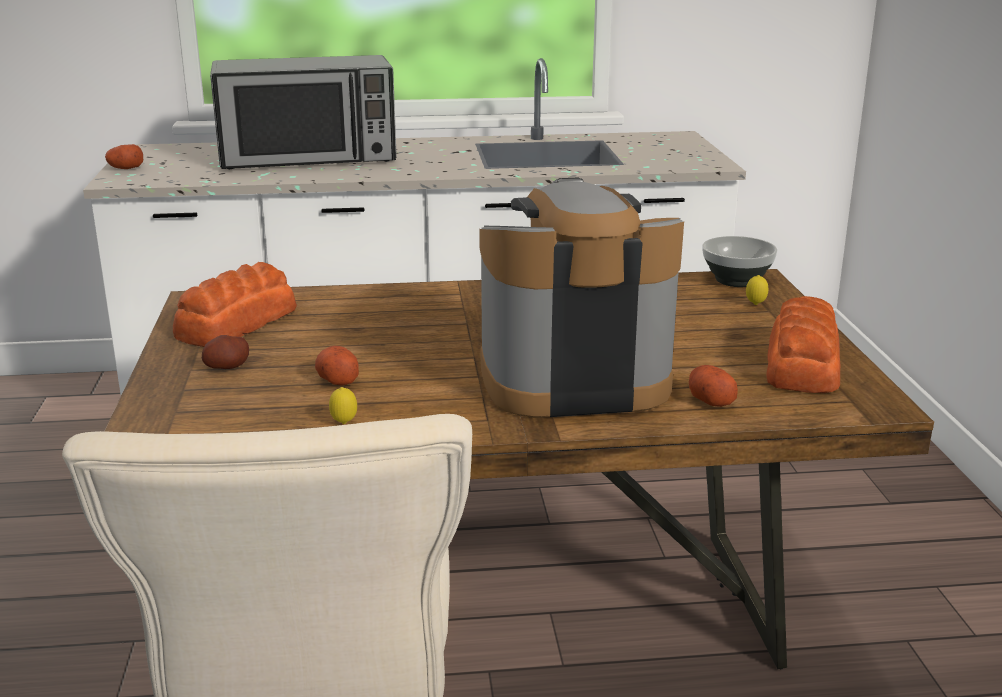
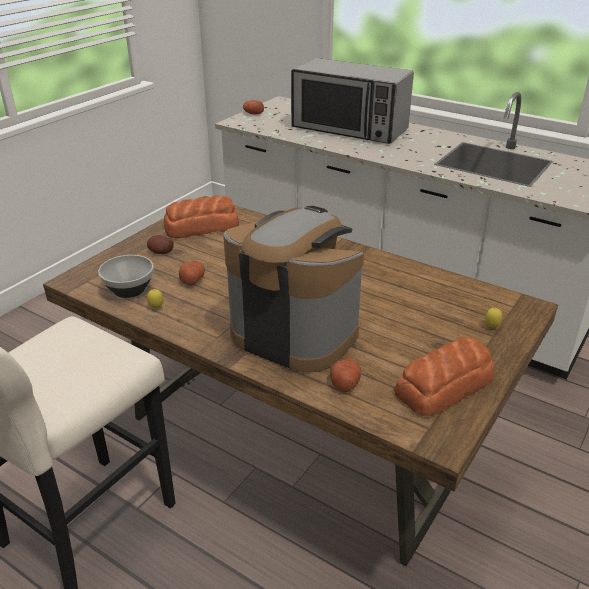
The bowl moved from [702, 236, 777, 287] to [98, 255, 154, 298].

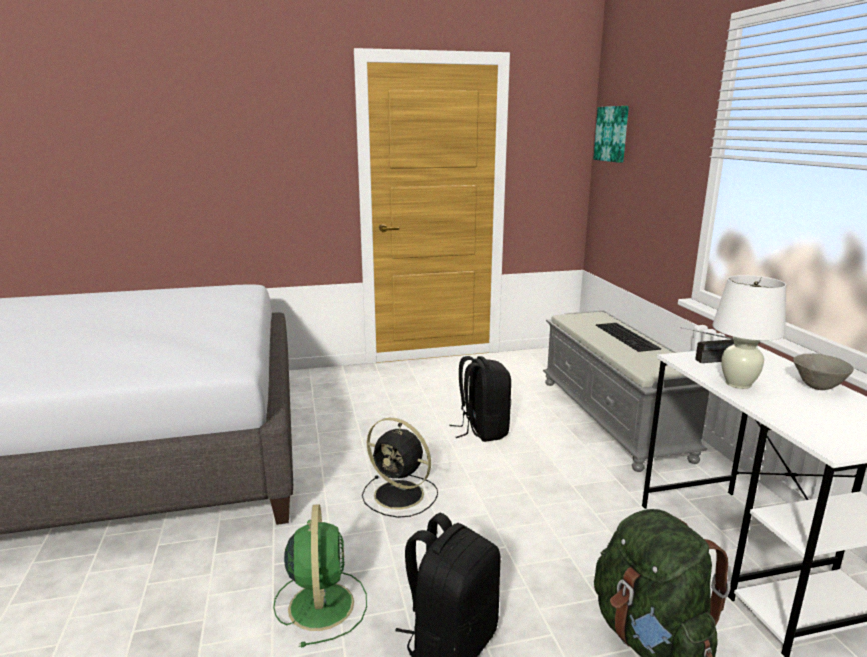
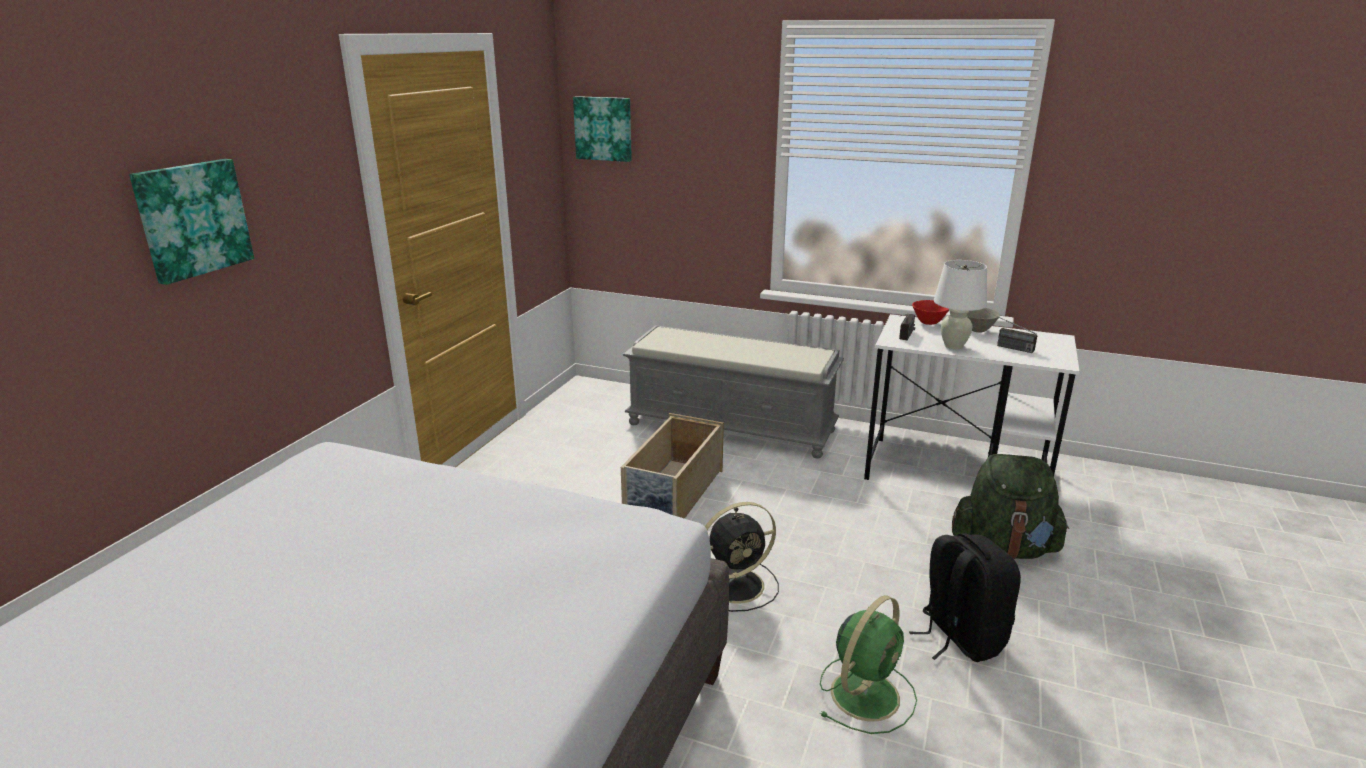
The keyboard at [596, 323, 661, 352] disappeared.
The backpack (black) at [450, 356, 511, 442] was replaced by the storage box (beige) at [621, 413, 724, 519].
The fan (green) at [273, 504, 367, 648] turned 105 degrees clockwise.
The picture at [129, 159, 254, 285] appeared.
The bowl (red) at [912, 300, 949, 325] appeared.
The radio at [985, 311, 1037, 353] appeared.

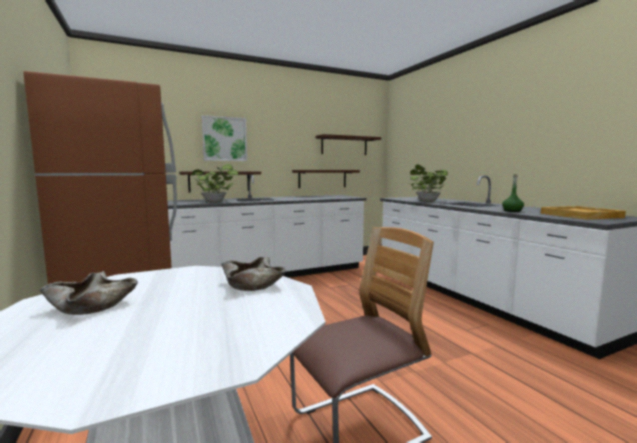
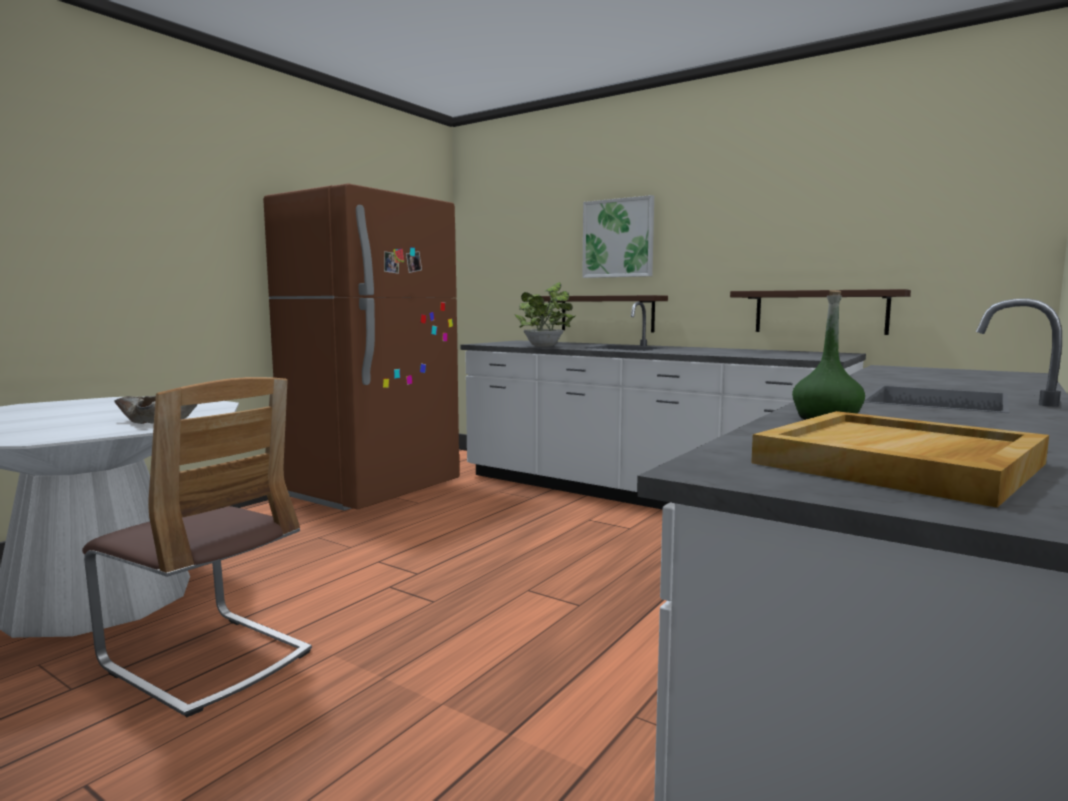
The shelf at [315, 134, 381, 155] disappeared.
The potted plant at [409, 164, 448, 202] disappeared.
The bowl (beige) at [40, 271, 138, 315] disappeared.

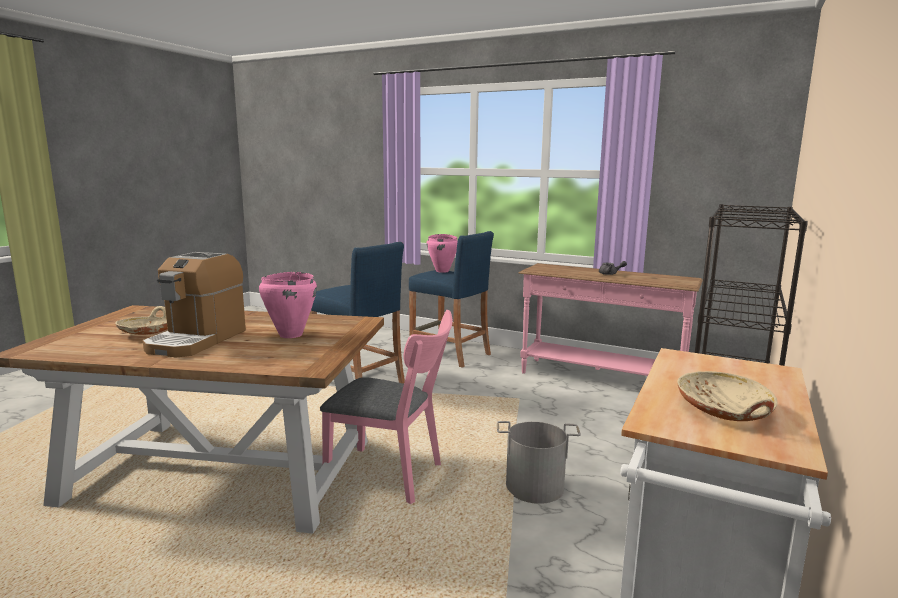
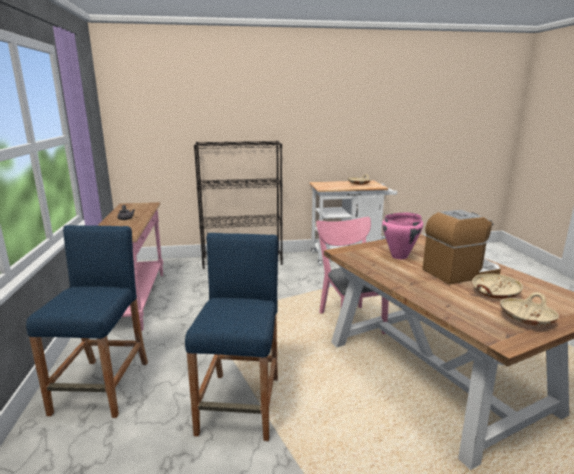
The cooking pot (pink) at [426, 234, 458, 273] disappeared.
The bucket (grey) at [497, 421, 581, 504] disappeared.
The bowl (beige) at [500, 292, 559, 326] appeared.

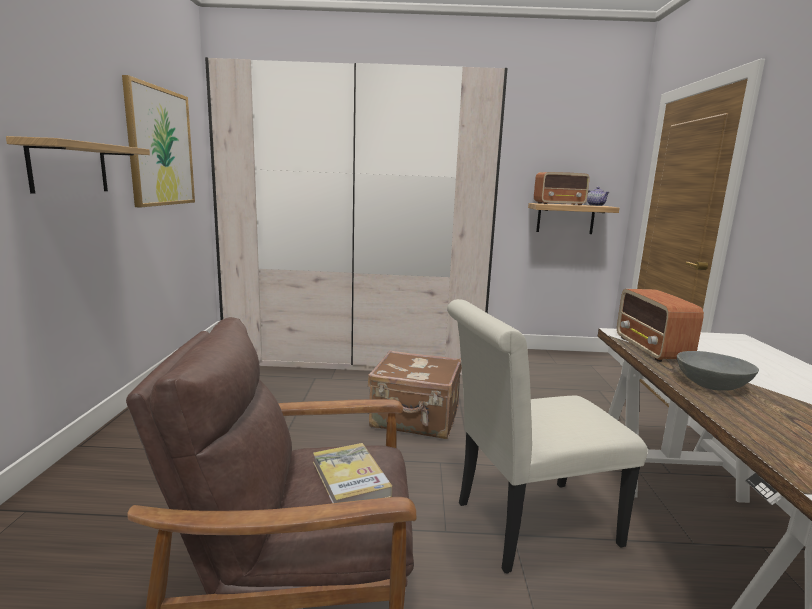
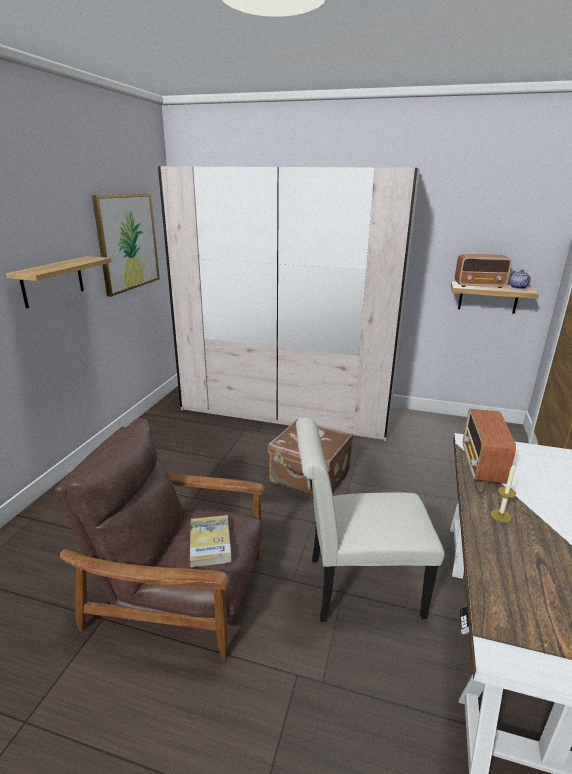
The bowl (grey) at [677, 351, 759, 391] was replaced by the candle at [491, 464, 516, 522].

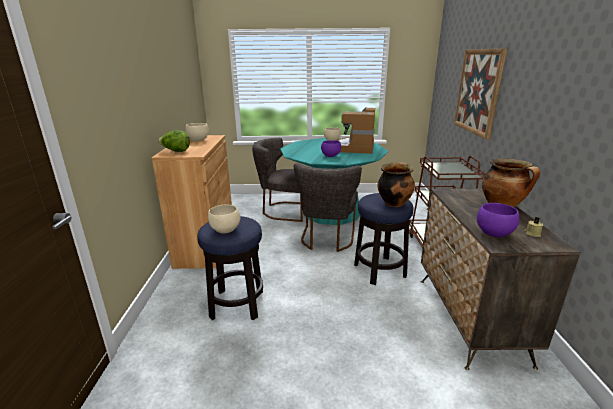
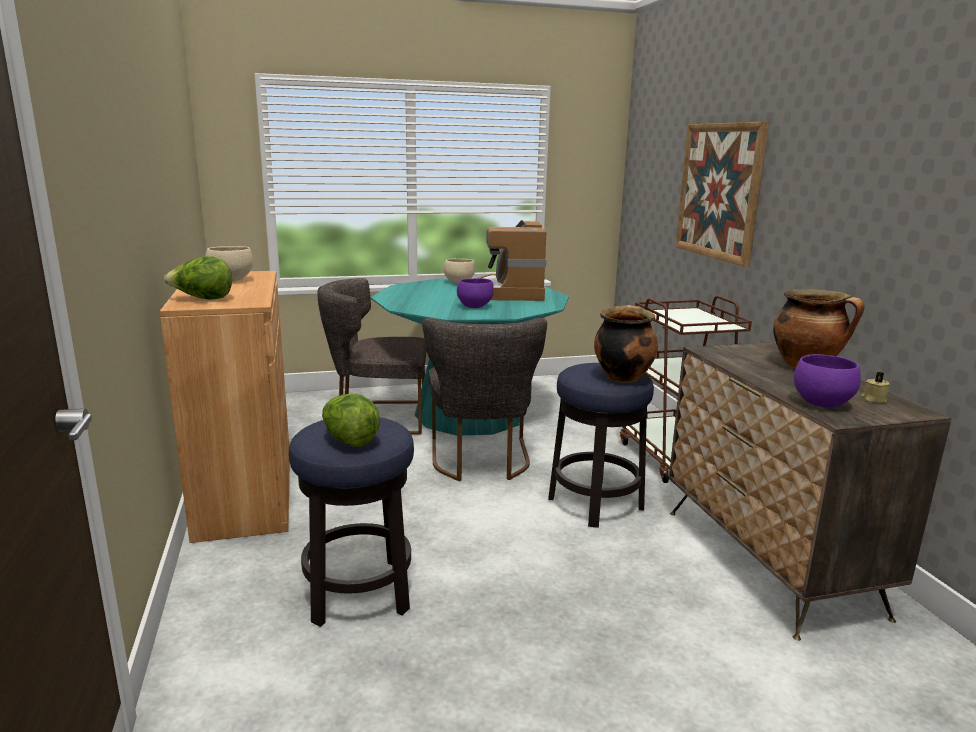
The bowl (beige) at [208, 205, 240, 234] was replaced by the lettuce at [322, 394, 380, 447].

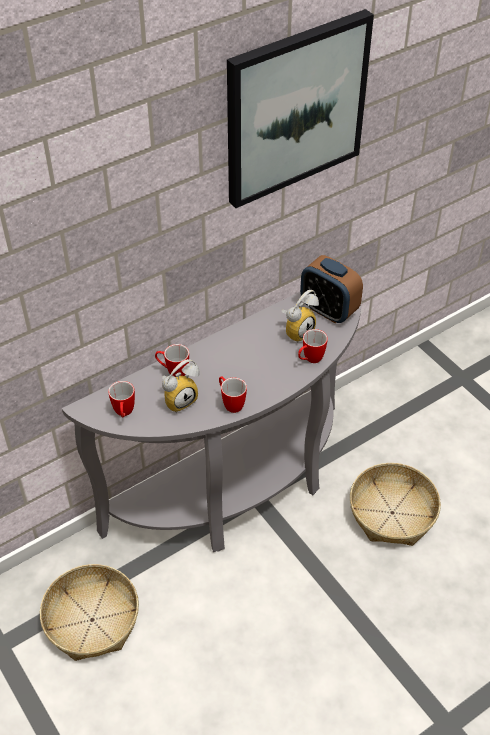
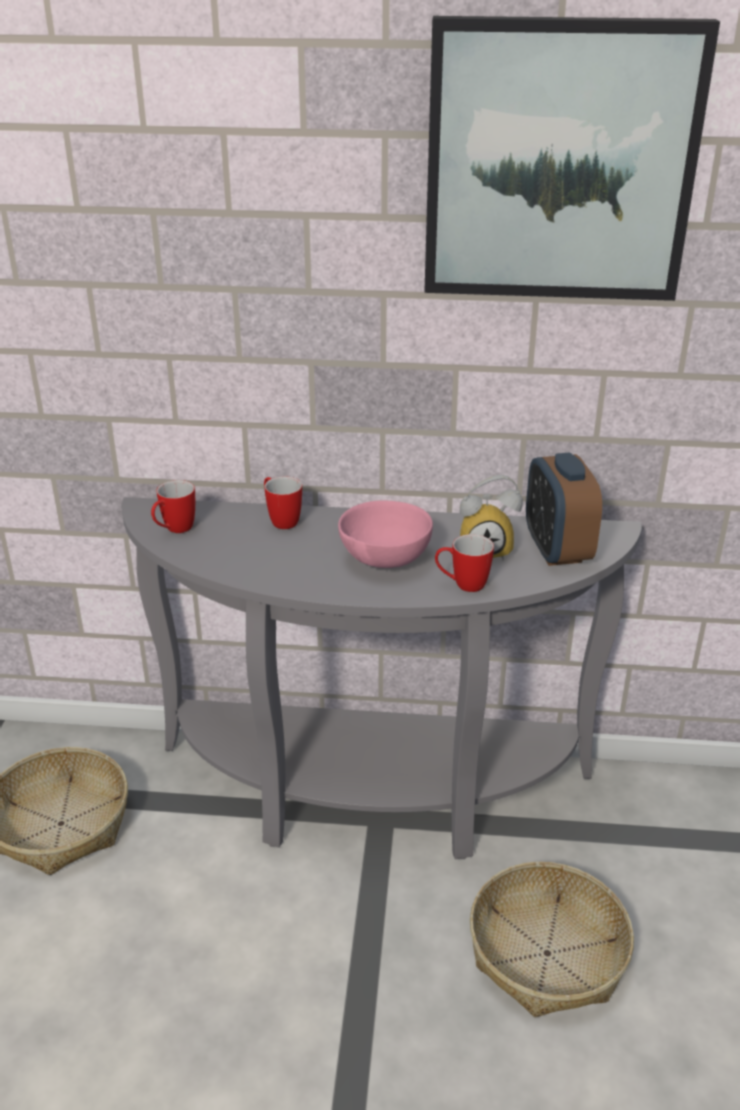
The alarm clock at [162, 359, 200, 413] disappeared.
The mug at [219, 376, 247, 413] disappeared.
The bowl (pink) at [338, 500, 433, 568] appeared.

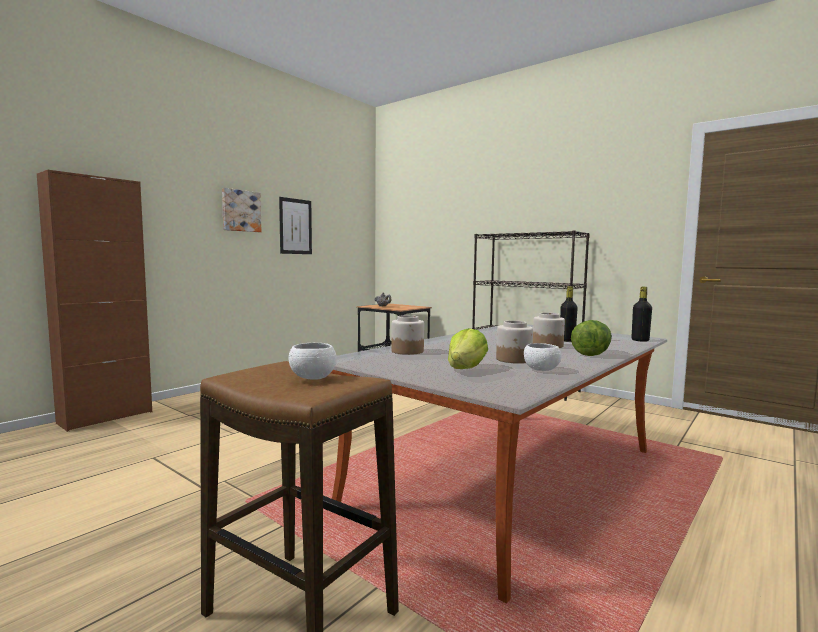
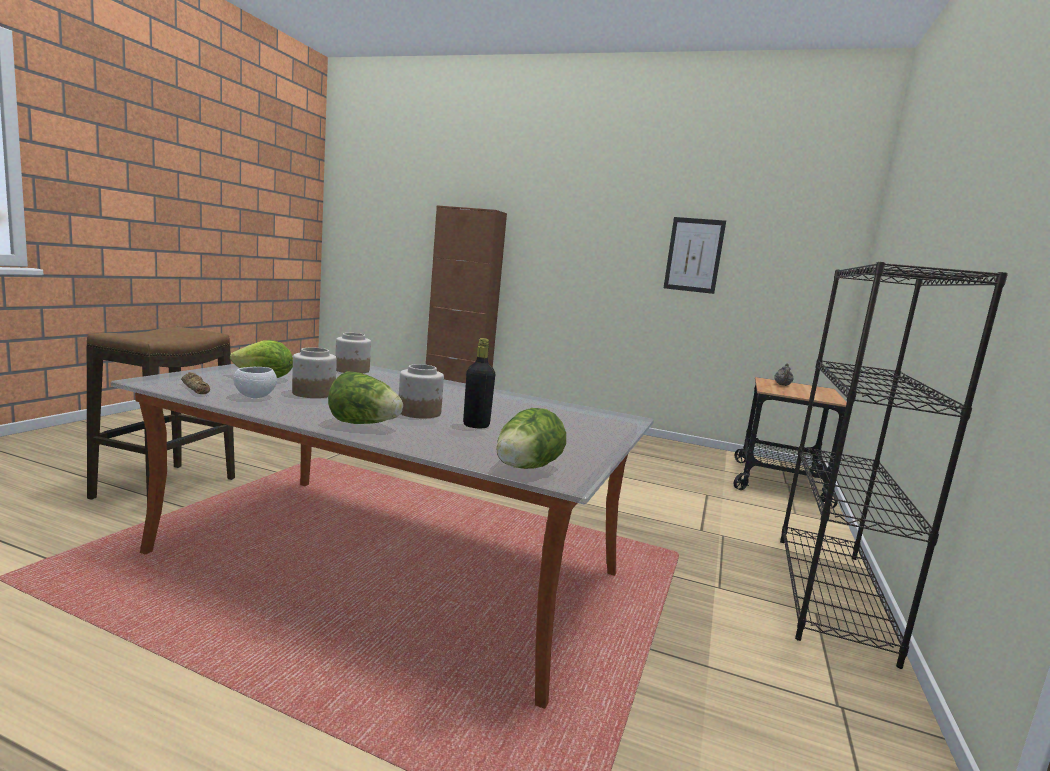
The picture at [222, 188, 261, 232] disappeared.
The bottle (black) at [632, 287, 652, 342] was replaced by the lettuce at [496, 408, 566, 469].
The bowl (white) at [289, 343, 337, 380] disappeared.
The bread at [181, 372, 210, 394] appeared.

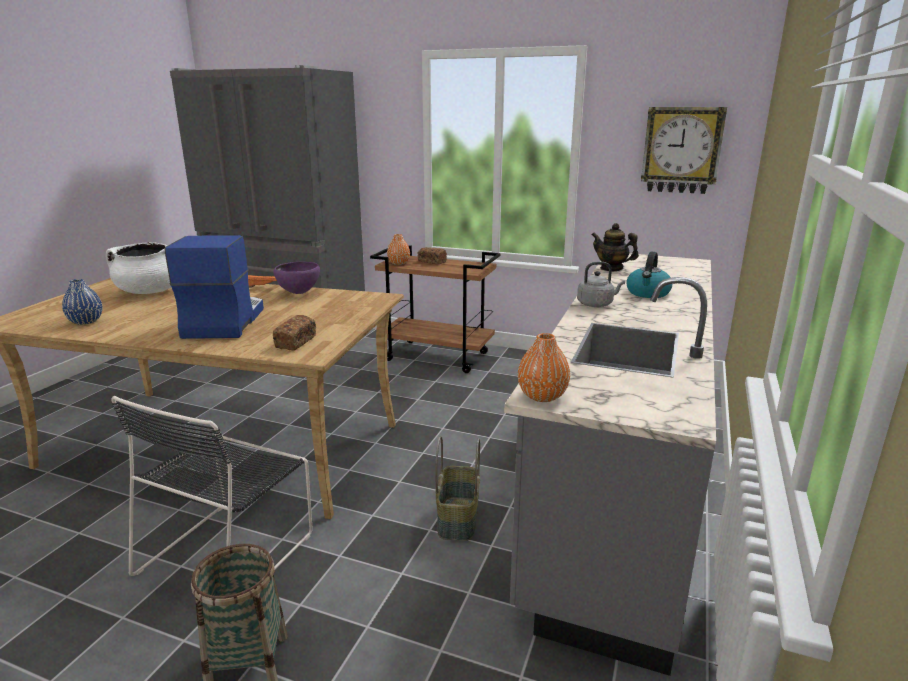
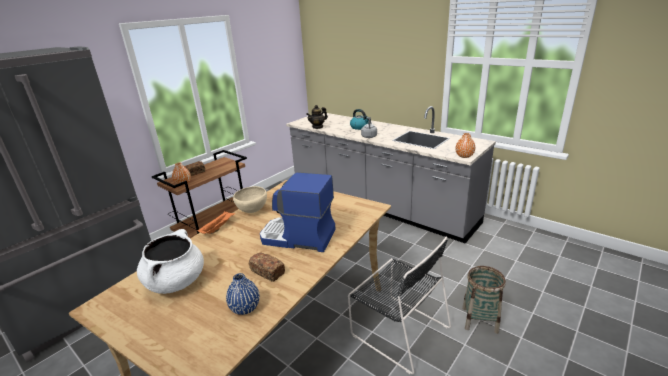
The wall clock at [641, 107, 727, 194] disappeared.
The bowl (purple) at [273, 261, 320, 294] became the bowl (beige) at [233, 186, 267, 213].
The bread moved from [273, 315, 316, 351] to [249, 253, 285, 282].
The basket at [435, 436, 480, 541] disappeared.

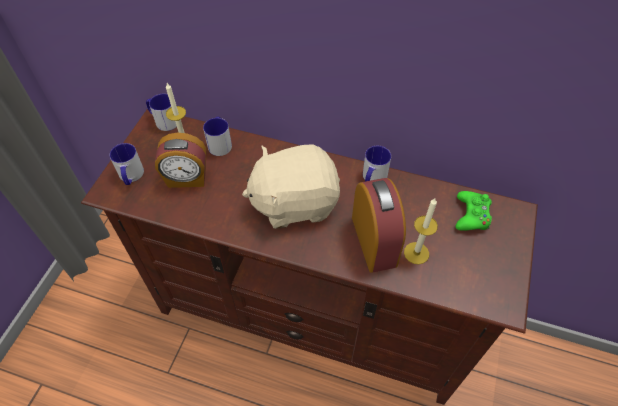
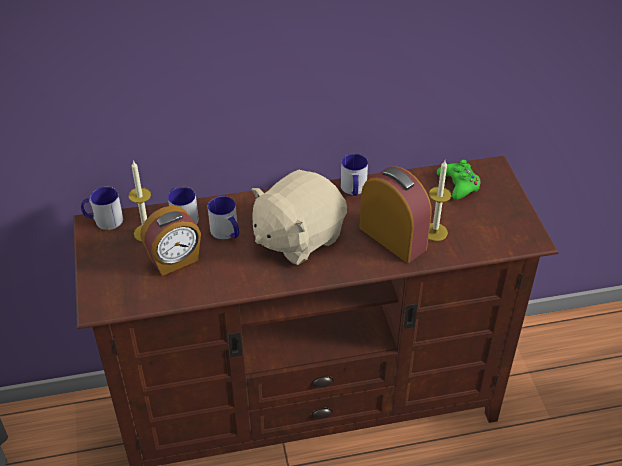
The mug moved from [110, 143, 144, 185] to [208, 196, 239, 240].

